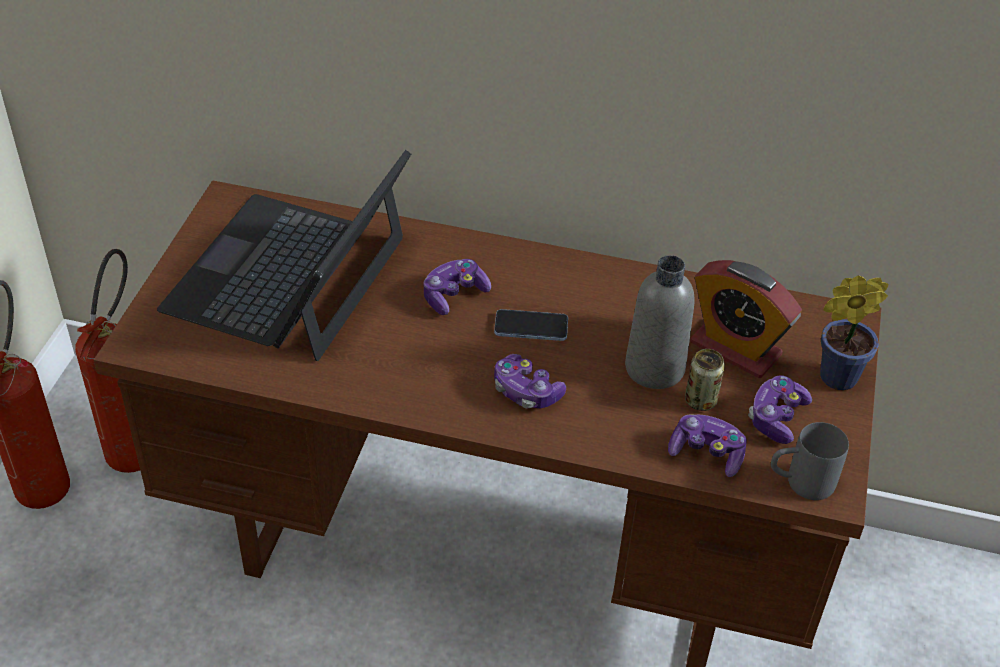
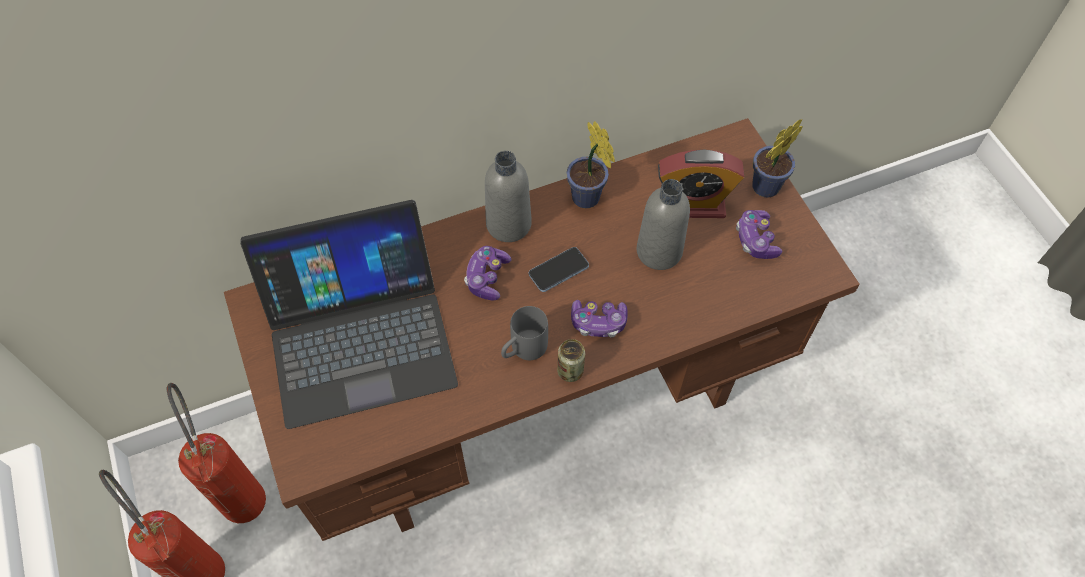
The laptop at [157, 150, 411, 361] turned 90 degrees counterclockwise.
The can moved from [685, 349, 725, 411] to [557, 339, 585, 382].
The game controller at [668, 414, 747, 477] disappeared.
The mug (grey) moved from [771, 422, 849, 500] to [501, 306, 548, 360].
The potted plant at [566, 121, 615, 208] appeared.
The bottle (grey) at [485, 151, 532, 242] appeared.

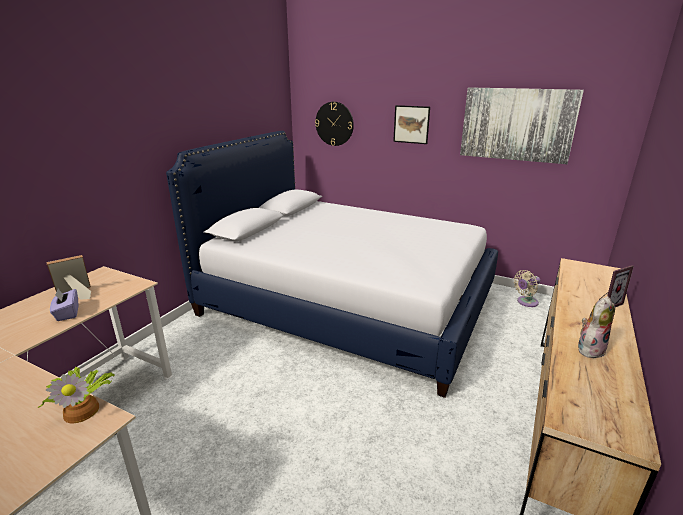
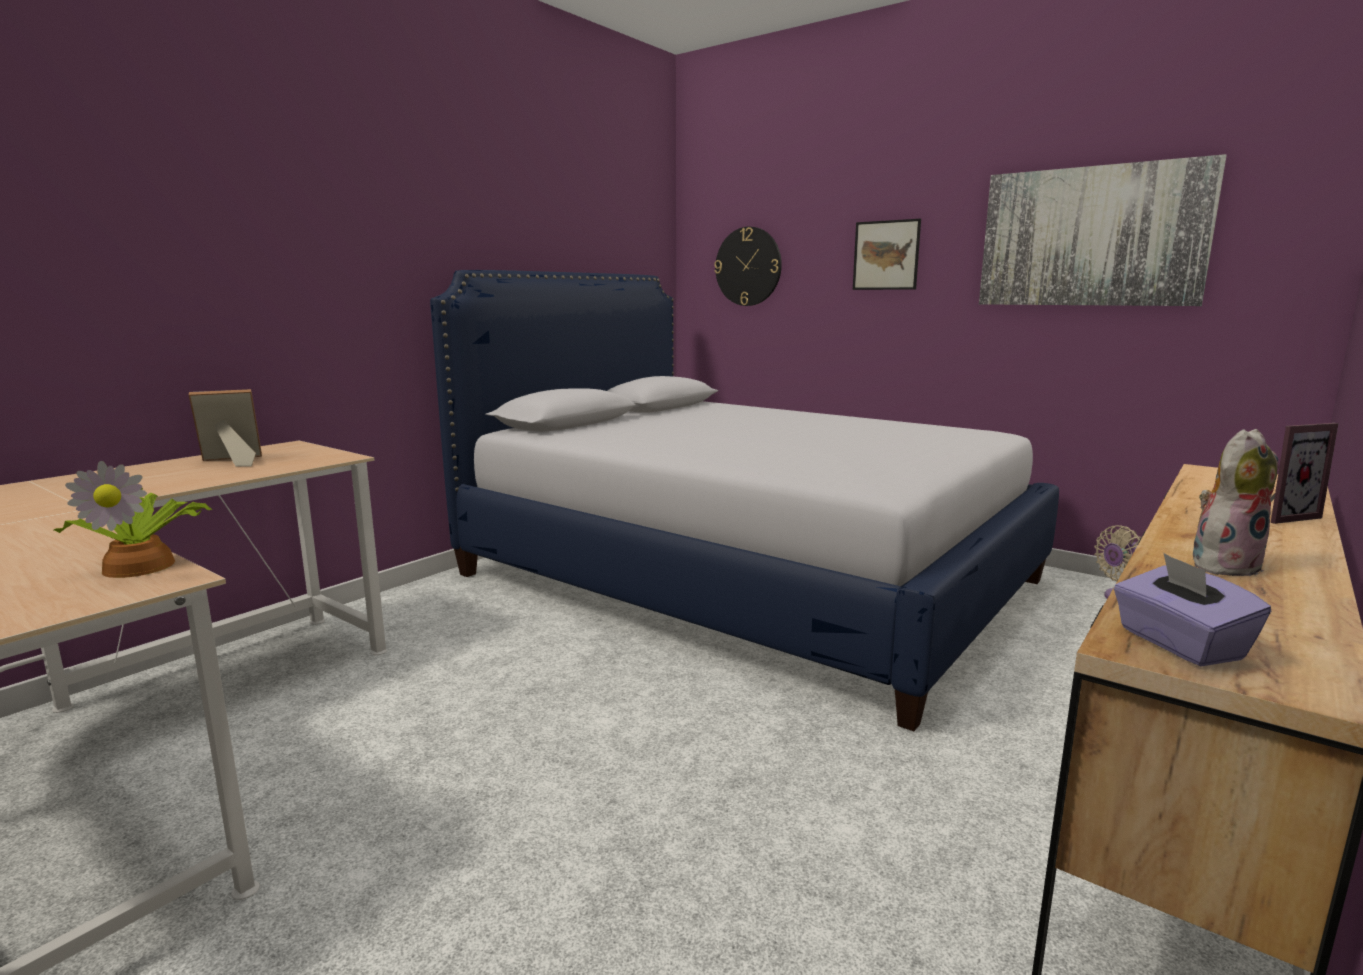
The tissue box (purple) moved from [50, 289, 79, 321] to [1114, 553, 1271, 666].

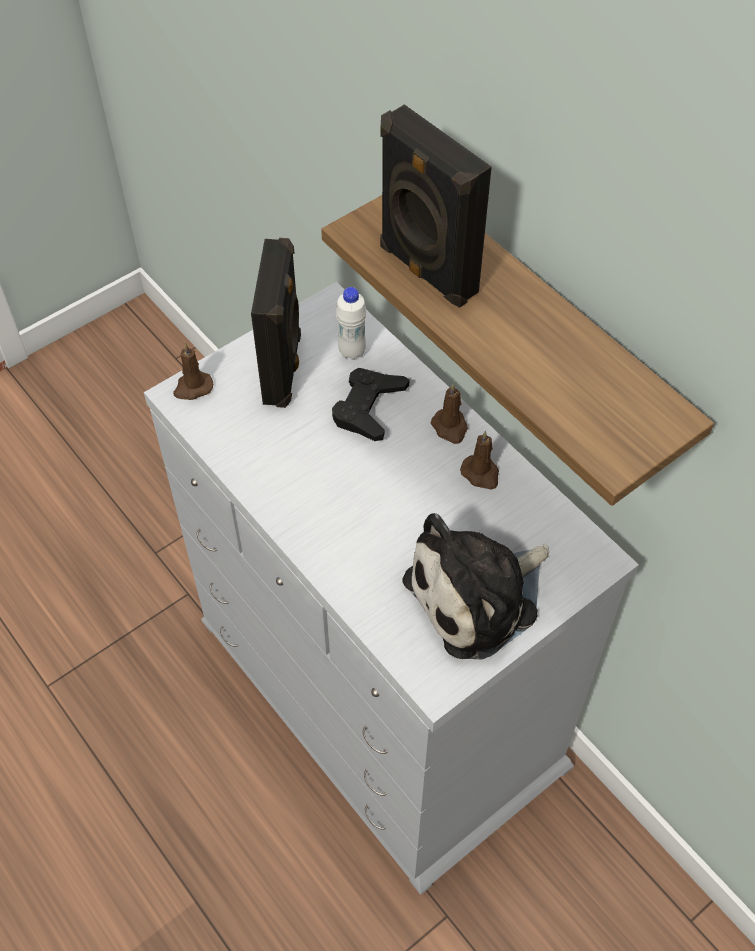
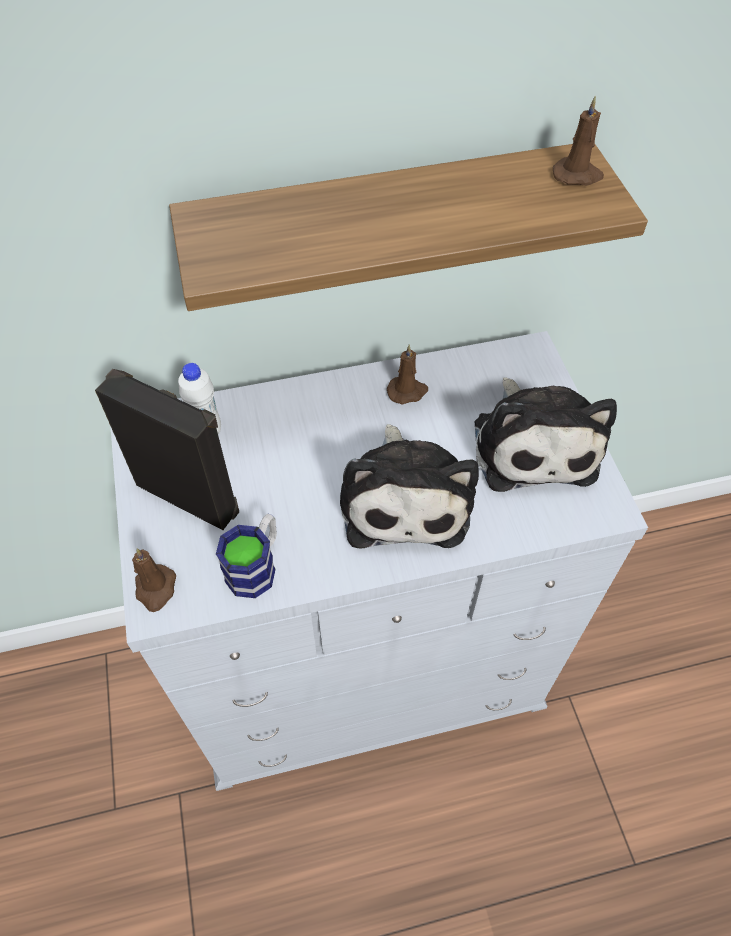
The speaker (black) at [380, 104, 492, 308] disappeared.
The game controller (black) at [332, 368, 409, 441] disappeared.
The candle (brown) moved from [431, 383, 468, 444] to [553, 96, 604, 186].
The plush toy at [340, 424, 479, 548] appeared.
The mug at [216, 514, 277, 598] appeared.

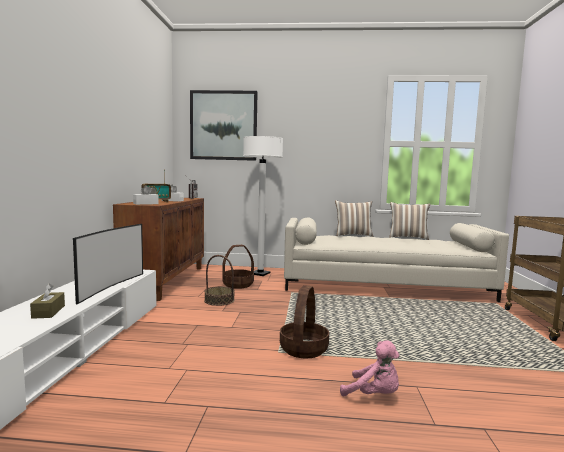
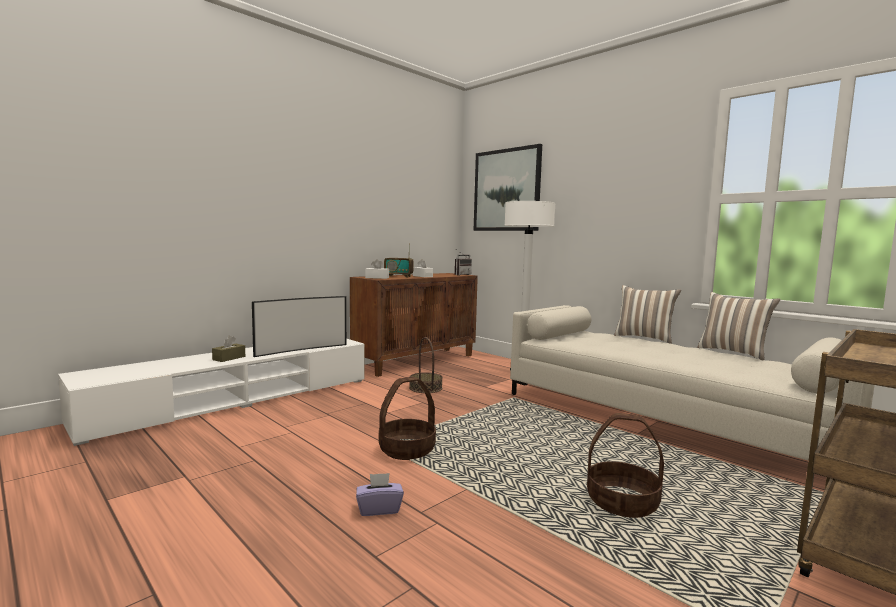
The basket moved from [222, 245, 254, 289] to [587, 413, 664, 518].
The plush toy (pink) at [340, 340, 399, 396] was replaced by the tissue box (purple) at [356, 473, 404, 516].

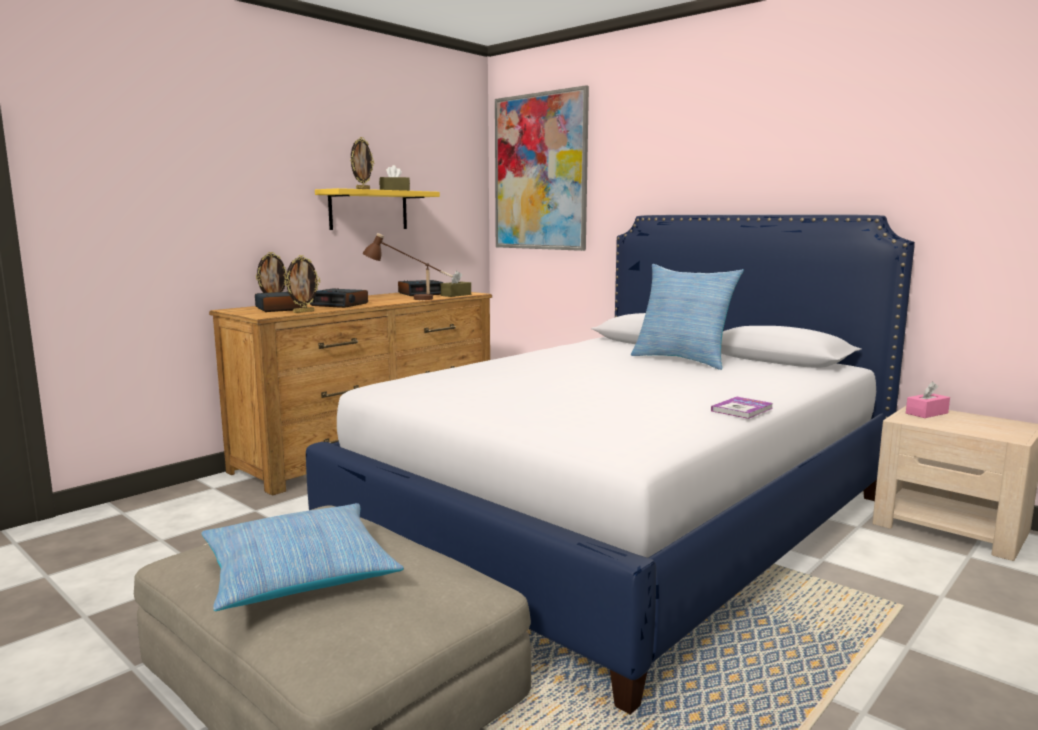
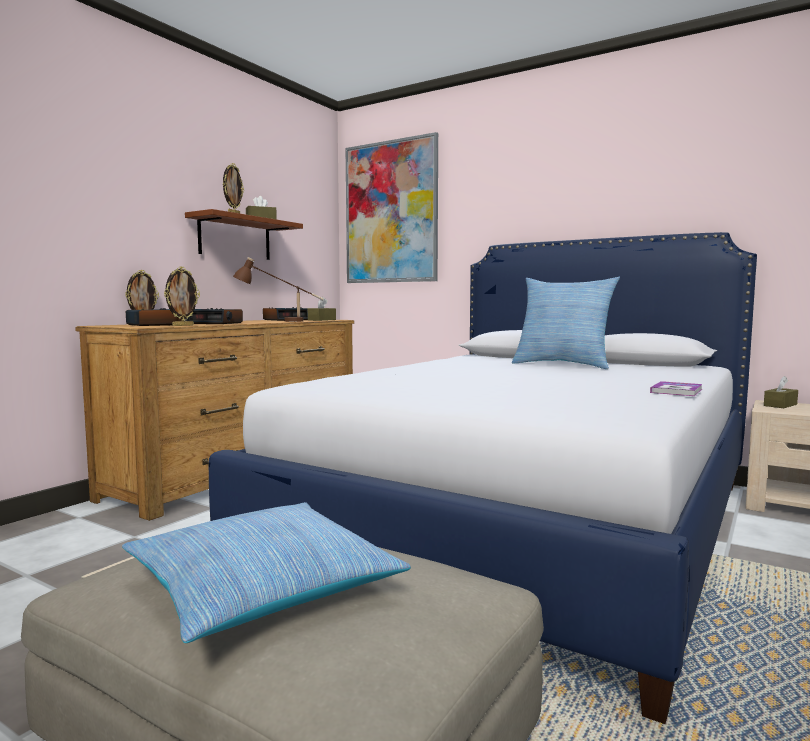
The shelf (yellow) at [315, 188, 440, 230] became the shelf (brown) at [185, 209, 303, 260].
The tissue box (pink) at [906, 382, 950, 418] became the tissue box (brown) at [764, 376, 798, 408].

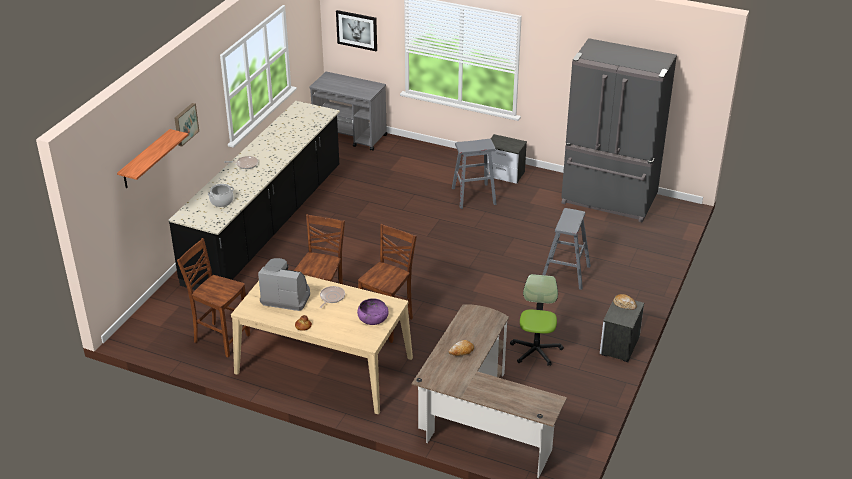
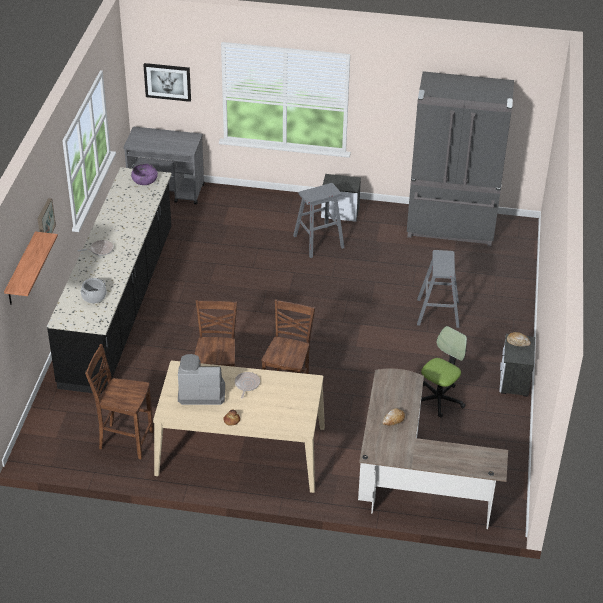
The office chair at [510, 274, 564, 366] turned 45 degrees clockwise.
The bowl (purple) moved from [357, 298, 389, 325] to [131, 164, 158, 185].

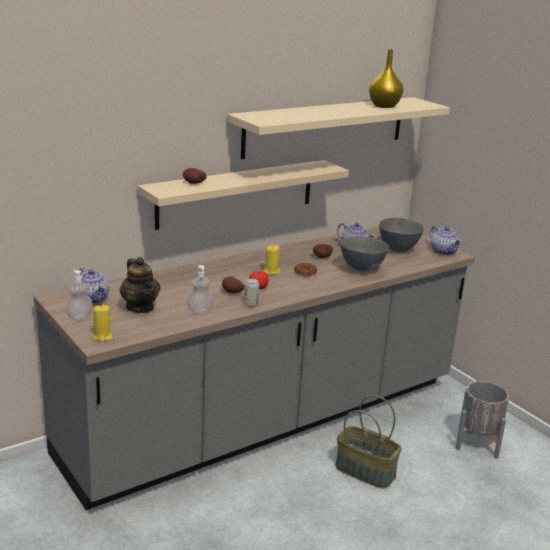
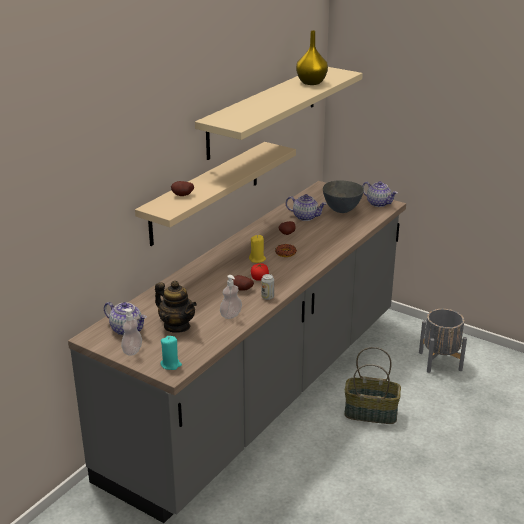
The bowl (grey) at [340, 236, 389, 273] disappeared.
The candle (yellow) at [93, 304, 113, 342] became the candle (turquoise) at [160, 336, 182, 370].

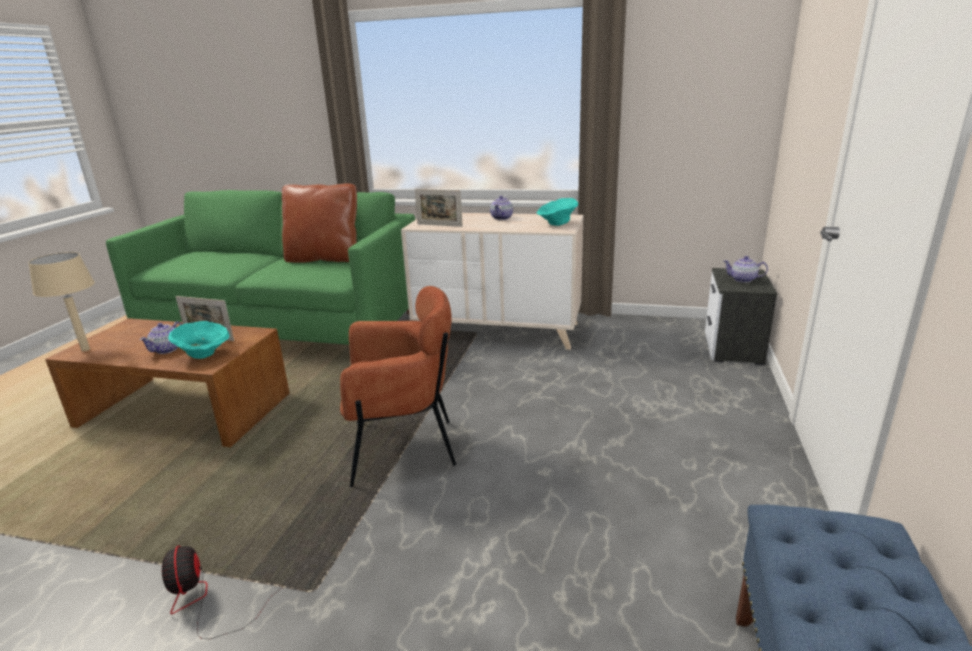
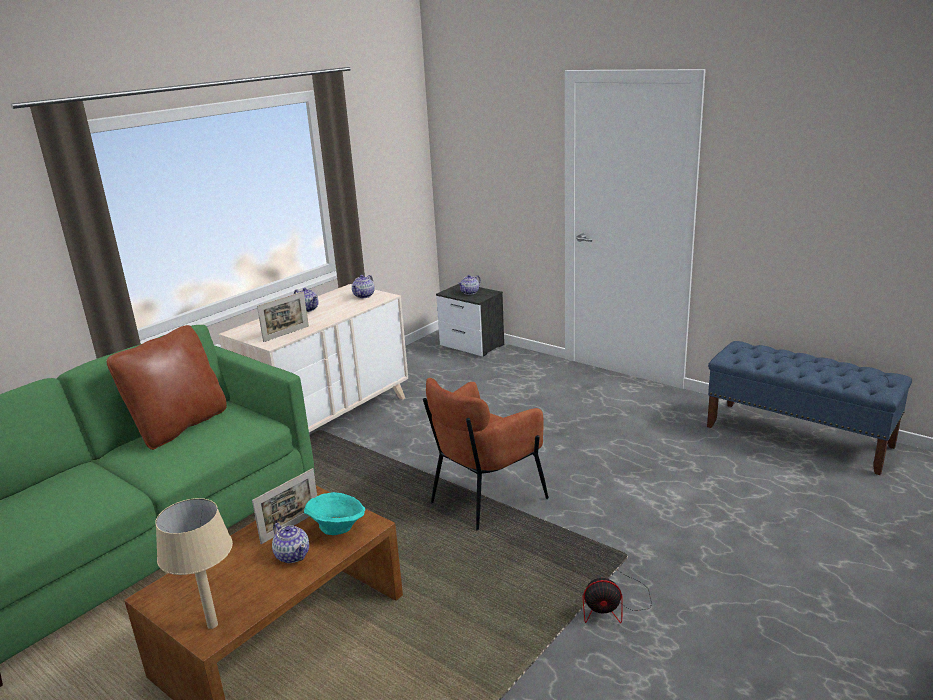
The bowl (turquoise) at [536, 198, 578, 226] was replaced by the teapot at [352, 275, 375, 298].
The armchair (brown) at [340, 286, 456, 488] turned 150 degrees counterclockwise.

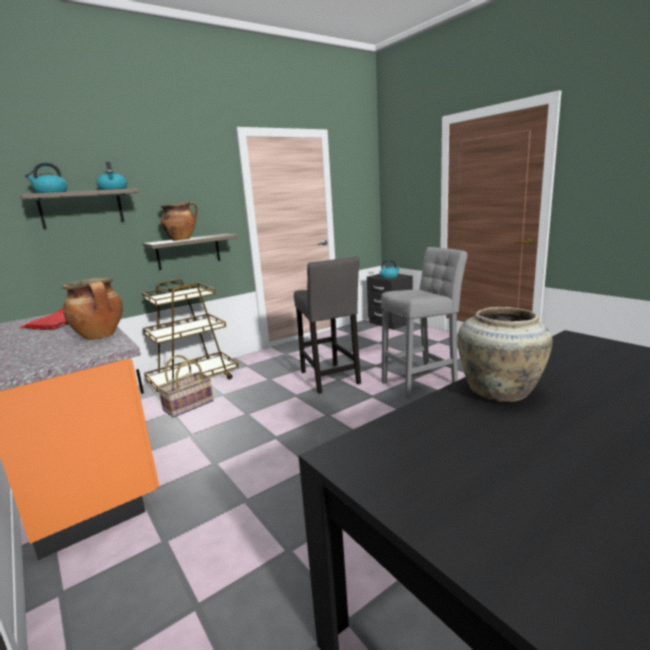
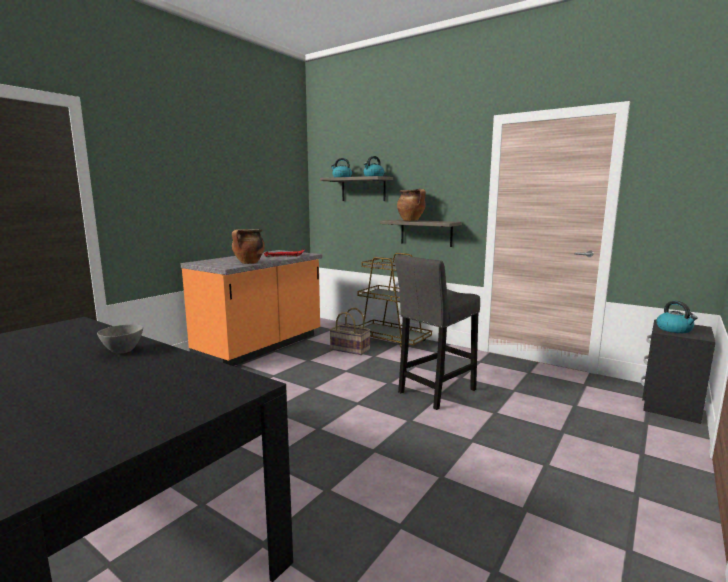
The stool (grey) at [381, 247, 468, 398] disappeared.
The vase (beige) at [457, 307, 553, 402] was replaced by the bowl (grey) at [97, 324, 143, 353].

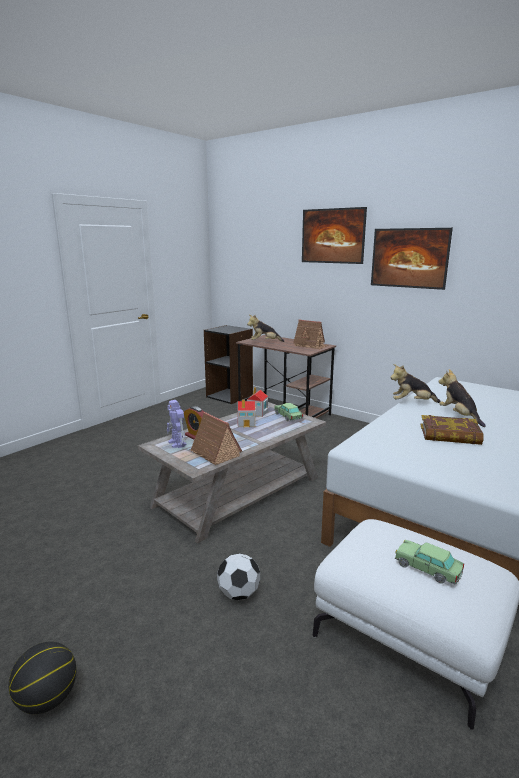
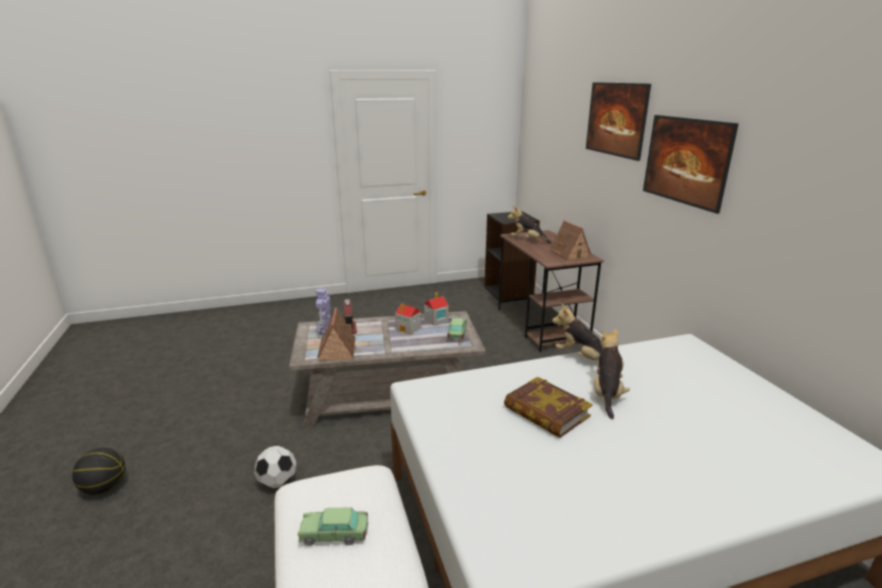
The toy car at [395, 540, 464, 584] turned 75 degrees counterclockwise.

